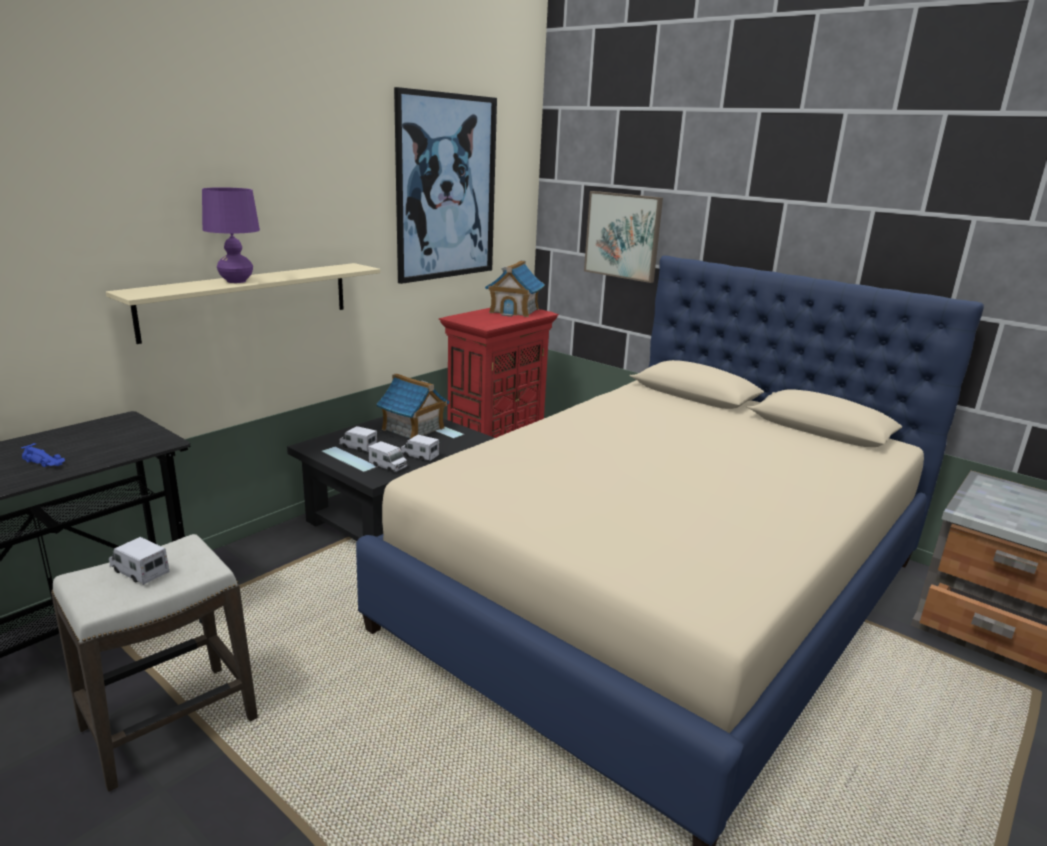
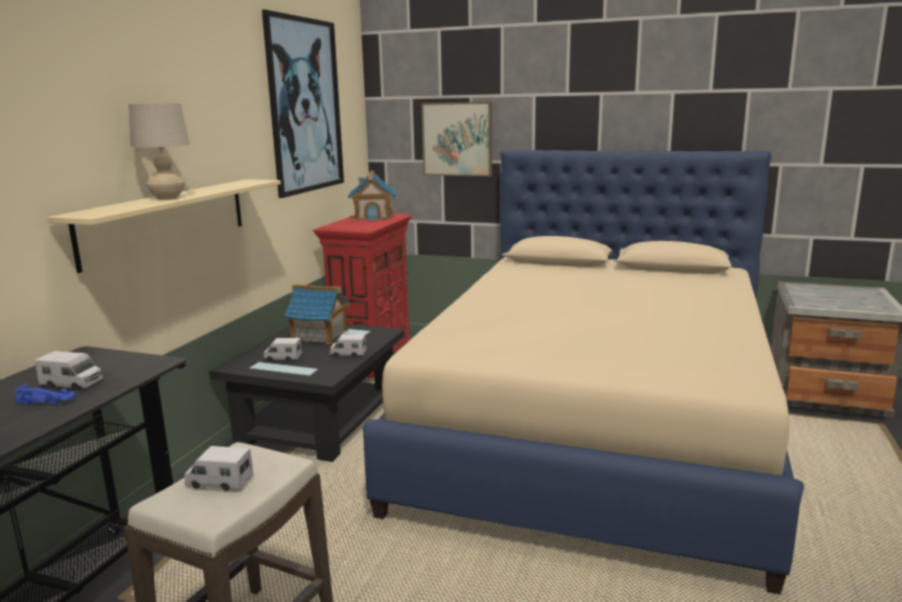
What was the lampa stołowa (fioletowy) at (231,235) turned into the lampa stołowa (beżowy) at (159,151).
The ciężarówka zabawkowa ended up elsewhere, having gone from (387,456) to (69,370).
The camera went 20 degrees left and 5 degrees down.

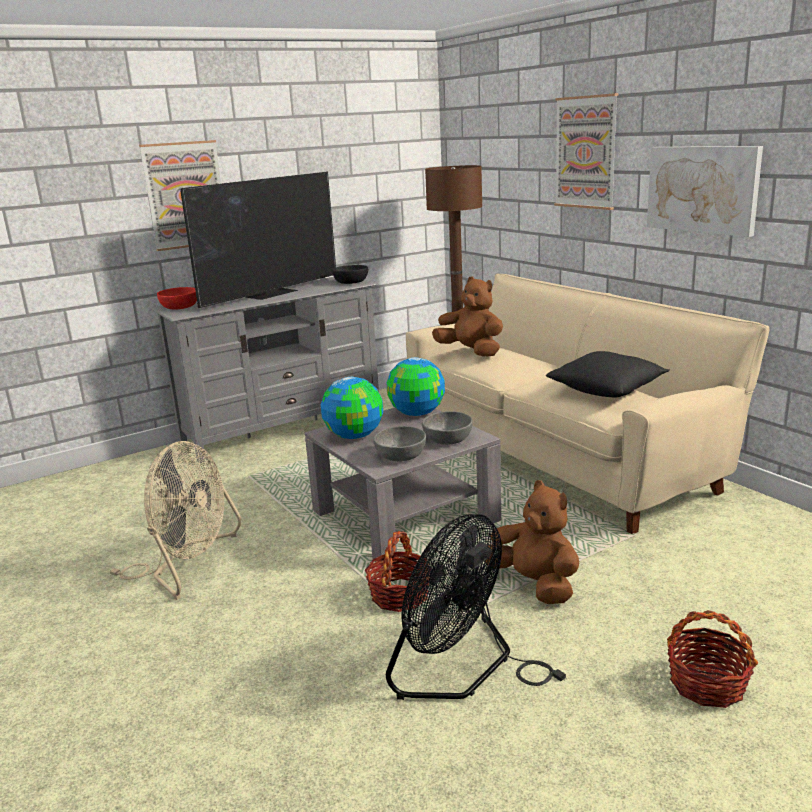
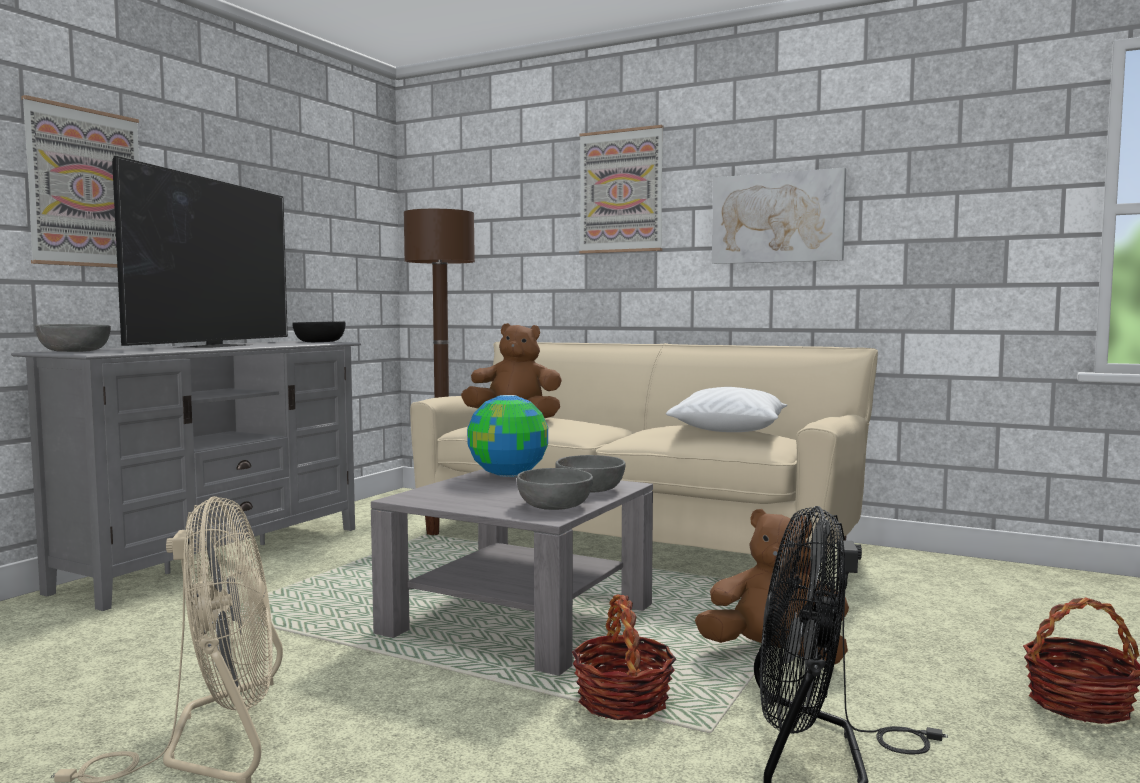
What was the miska (czerwony) at (177,298) turned into the miska (szary) at (73,338).
What was the poduszka (czarny) at (608,374) turned into the poduszka (biały) at (726,409).
The second view lost the globus at (352,408).
The camera went 30 degrees left and 15 degrees down.

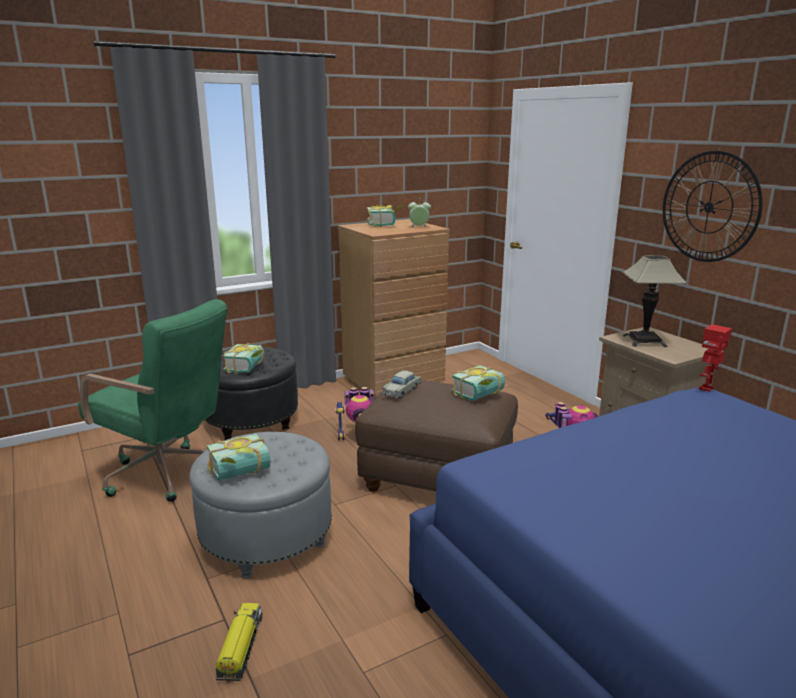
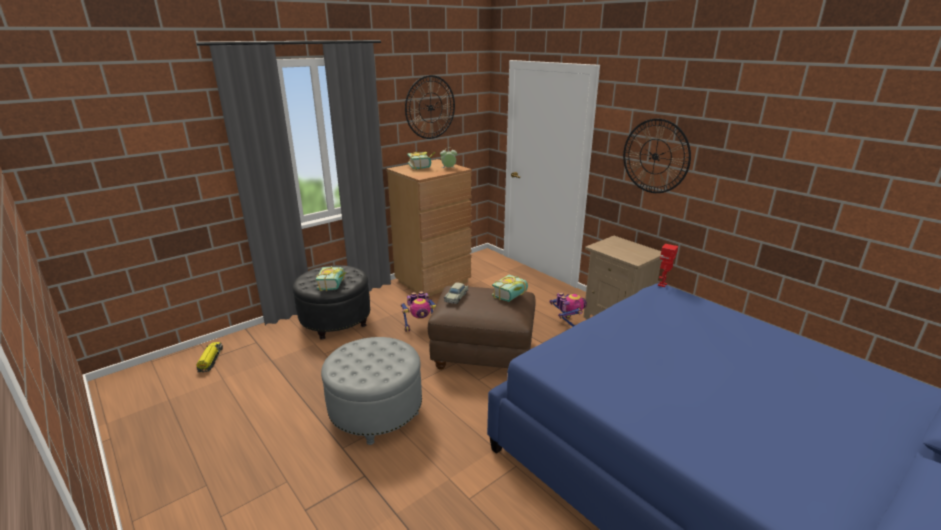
The second view lost the lampa stołowa at (654,301).
The second view lost the krzesło biurowe (zielony) at (153,400).
The second view lost the książka at (238,457).
The ciężarówka zabawkowa ended up elsewhere, having gone from (239,642) to (209,357).
The second view gained the zegar ścienny at (430,107).
The camera went 10 degrees left and 5 degrees up.

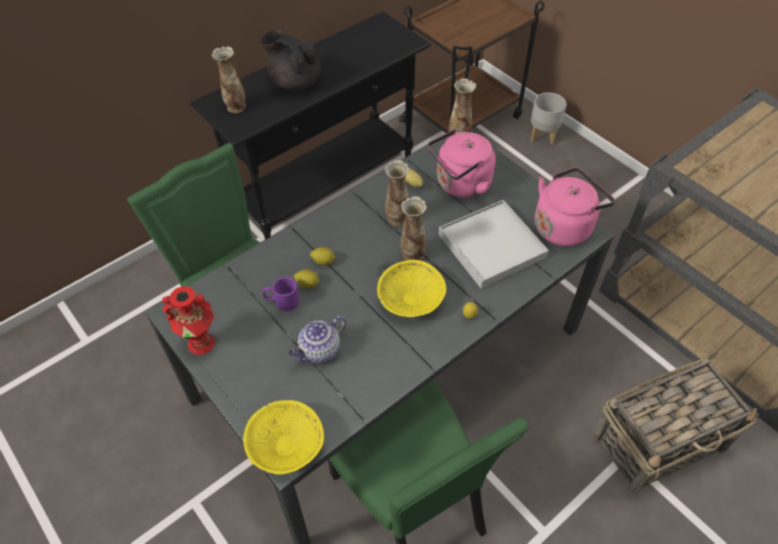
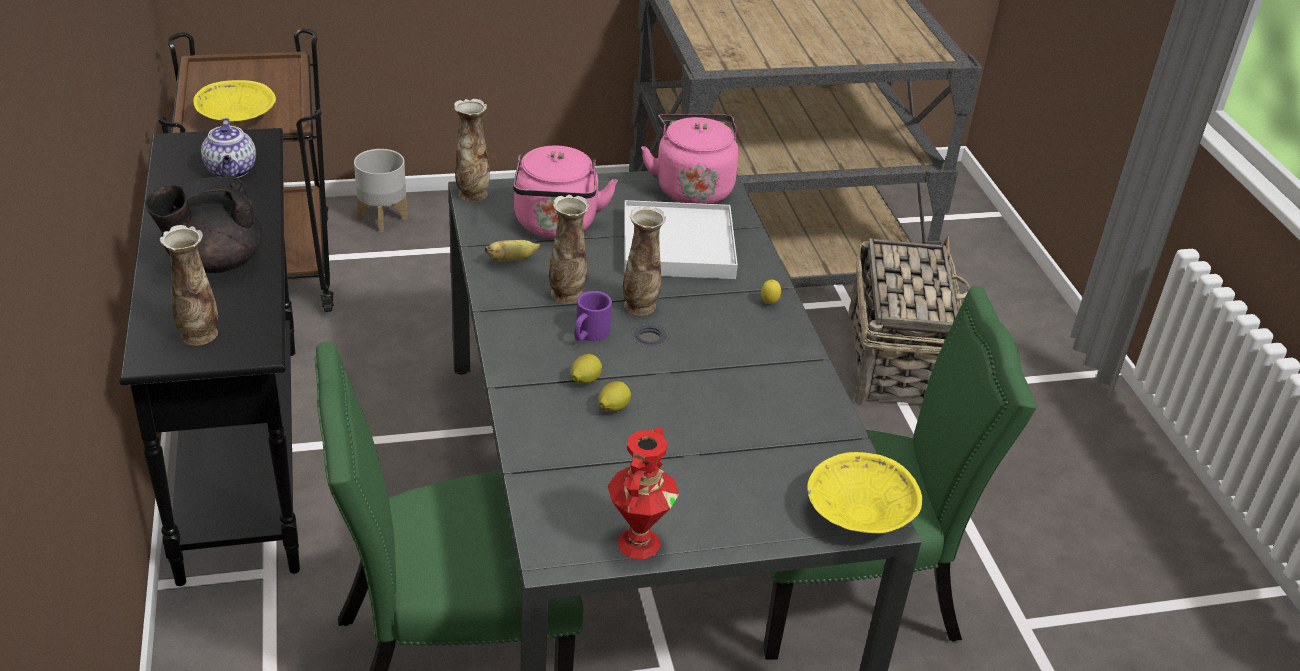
The miska (żółty) ended up elsewhere, having gone from (411,288) to (234,102).
The kubek (fioletowy) ended up elsewhere, having gone from (281,294) to (593,316).
The imbryk ended up elsewhere, having gone from (317,339) to (228,148).
The camera went 65 degrees left and 15 degrees down.

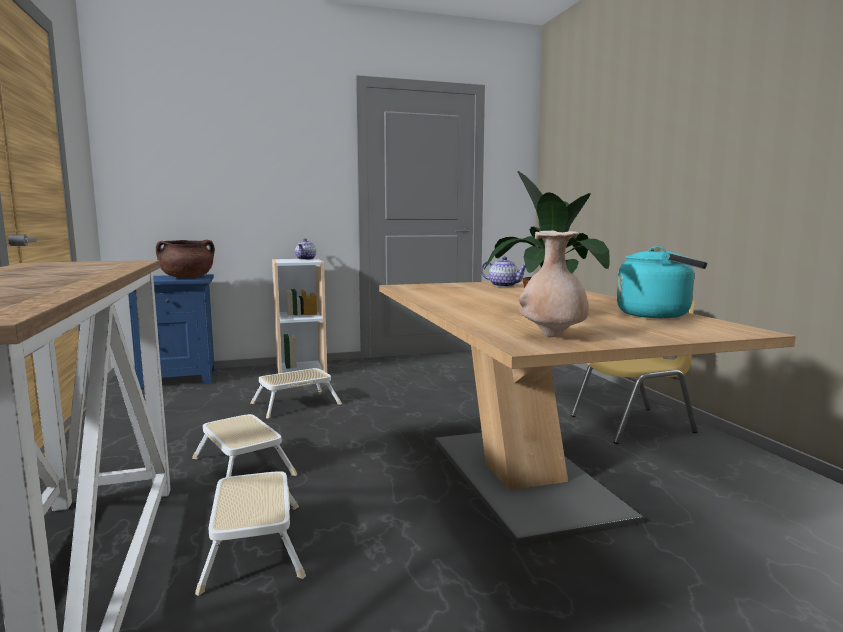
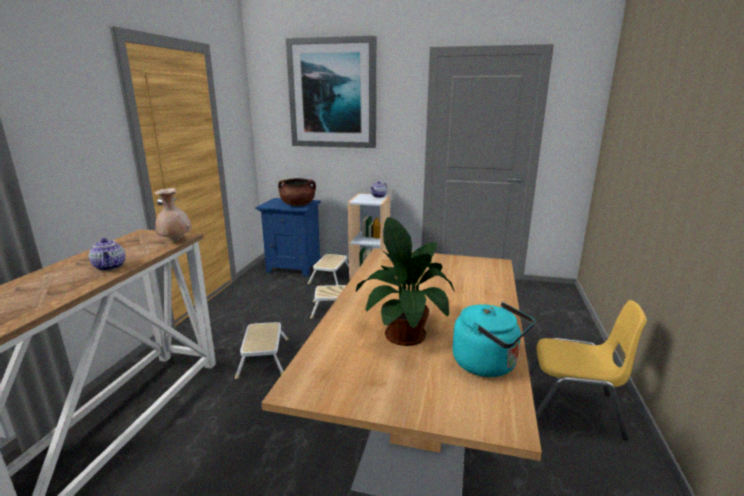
The wazon (beżowy) ended up elsewhere, having gone from (554,284) to (173,214).
The imbryk ended up elsewhere, having gone from (503,271) to (107,254).
The drabinka (beżowy) ended up elsewhere, having gone from (250,533) to (328,269).
The second view gained the obraz at (331,92).
The camera went 30 degrees right and 10 degrees up.

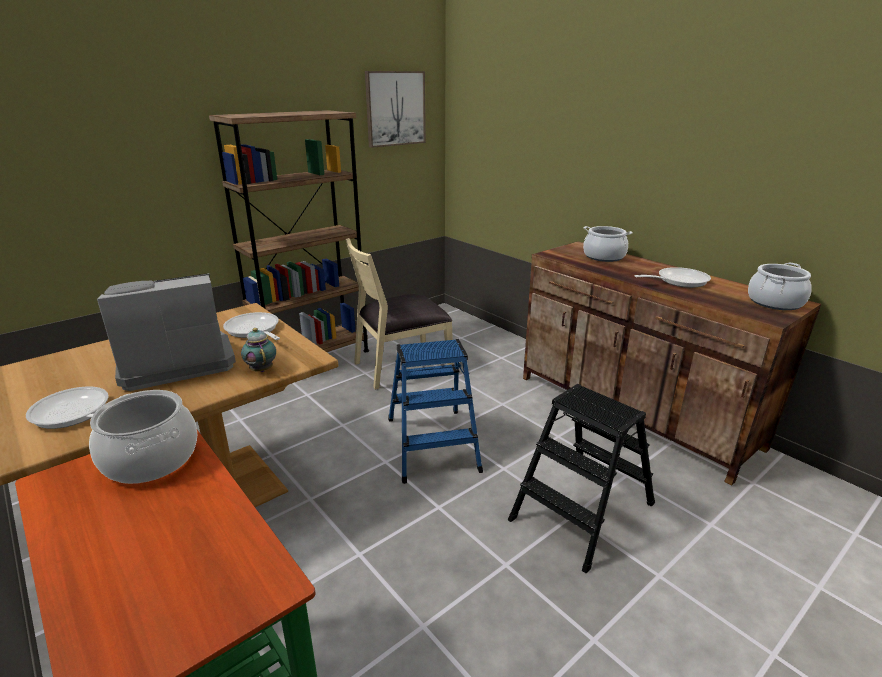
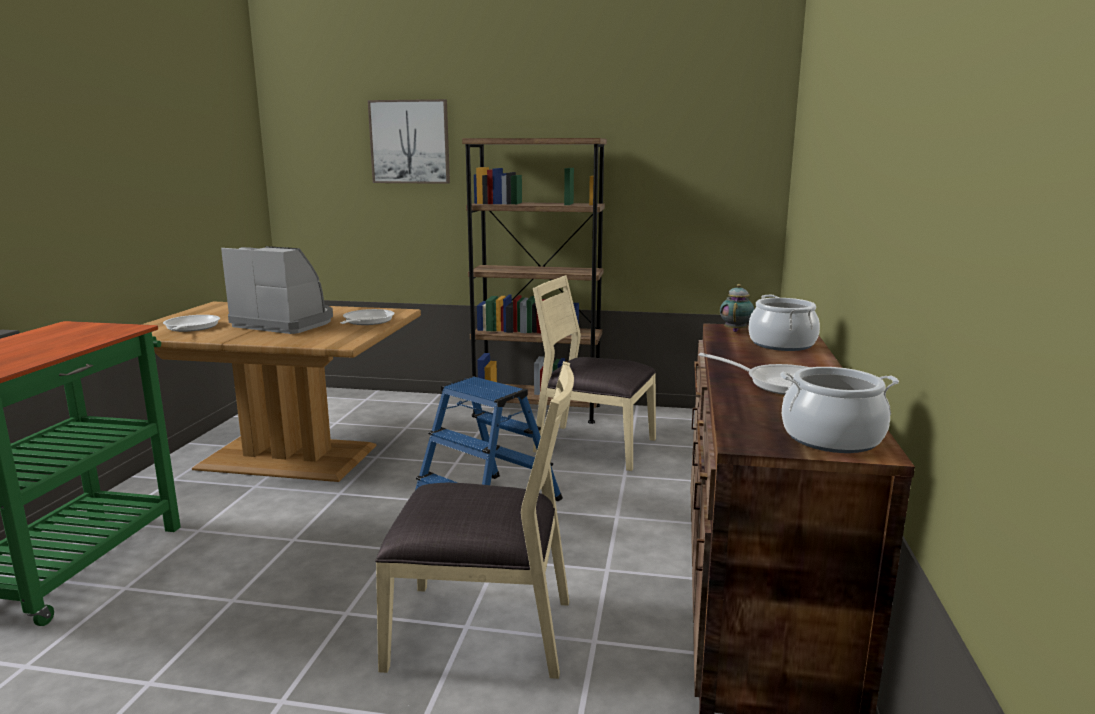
The obraz ended up elsewhere, having gone from (395,109) to (409,141).
The imbryk ended up elsewhere, having gone from (258,350) to (737,308).
Where the drabinka (czarny) stood at (581,478), the krzesło (beżowy) came to stand at (474,520).
The second view lost the garnek at (143,437).
The camera went 50 degrees right and 10 degrees down.

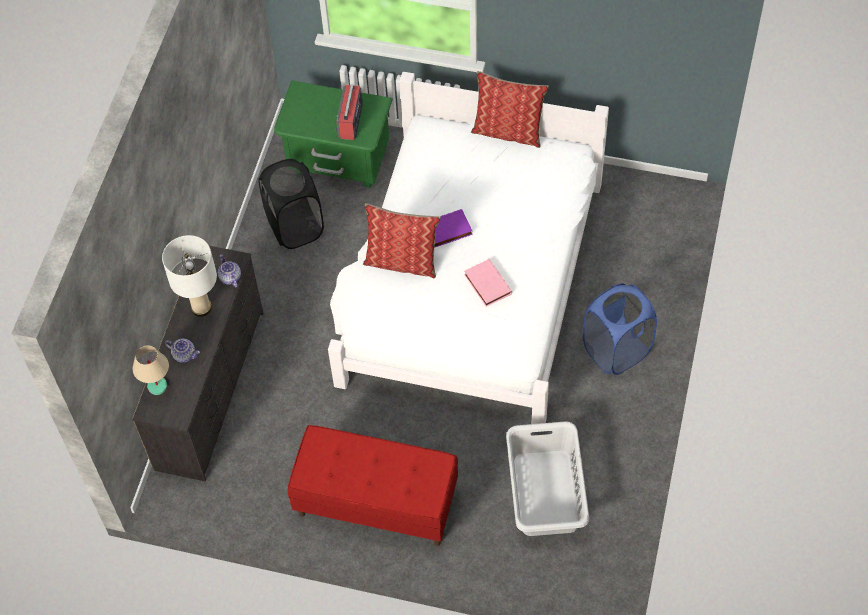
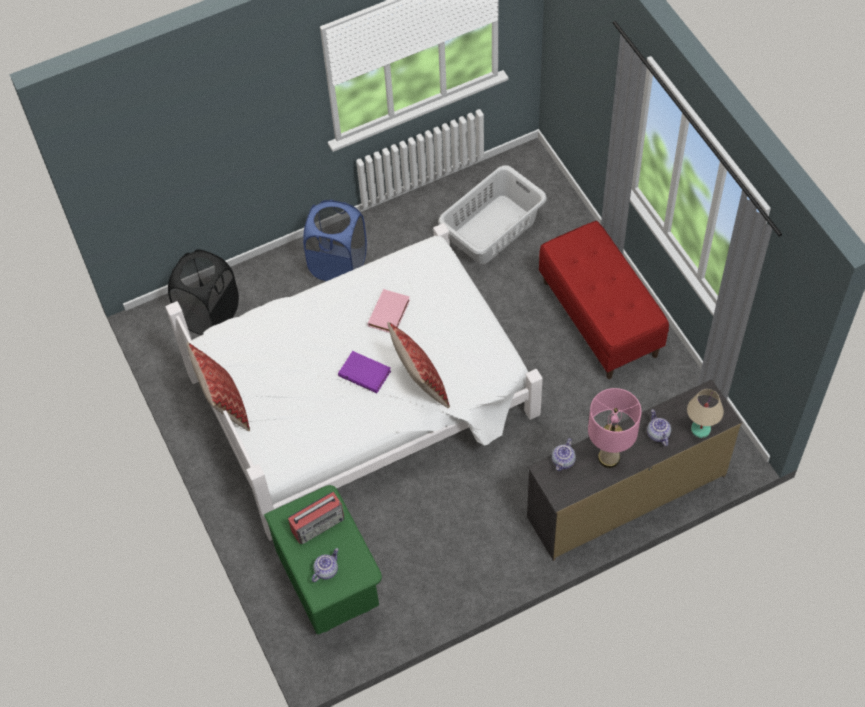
The kosz na pranie (czarny) ended up elsewhere, having gone from (291,204) to (203,292).
What was the lampa stołowa (biały) at (189,276) turned into the lampa stołowa (różowy) at (614,428).
The second view gained the imbryk at (325,565).
The camera went 130 degrees left and 0 degrees up.

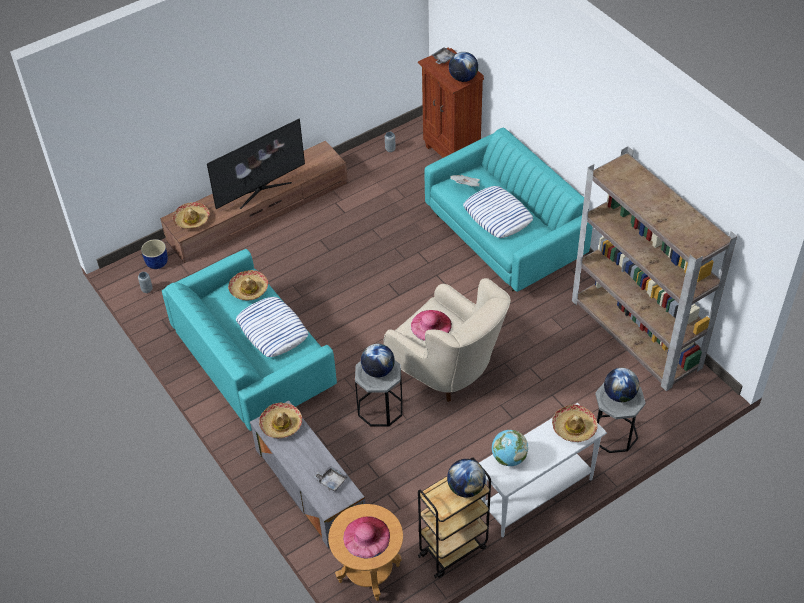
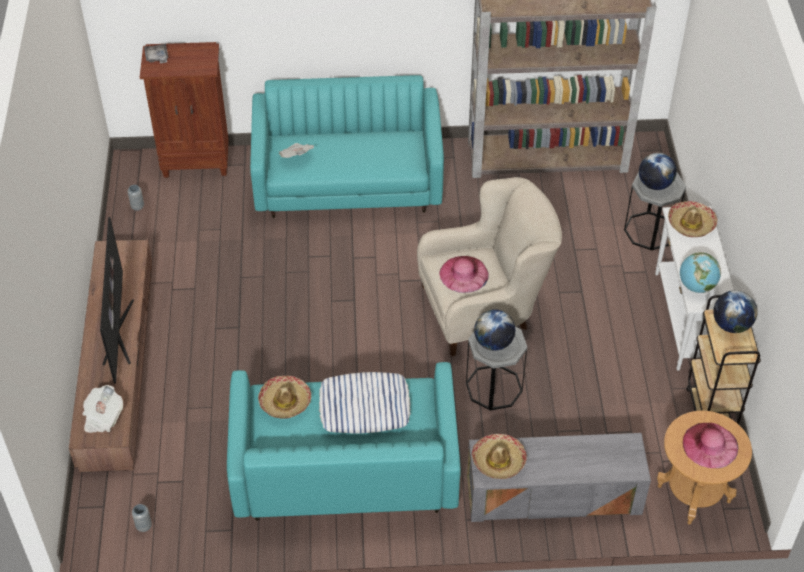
The second view lost the globus at (463,67).
The second view lost the poduszka at (498,212).
Where the kapelusz stood at (191,215), the gazeta came to stand at (102,409).
The second view lost the donica (niebieski) at (154,254).
The second view lost the taca (szary) at (330,479).
The camera went 60 degrees left and 0 degrees up.

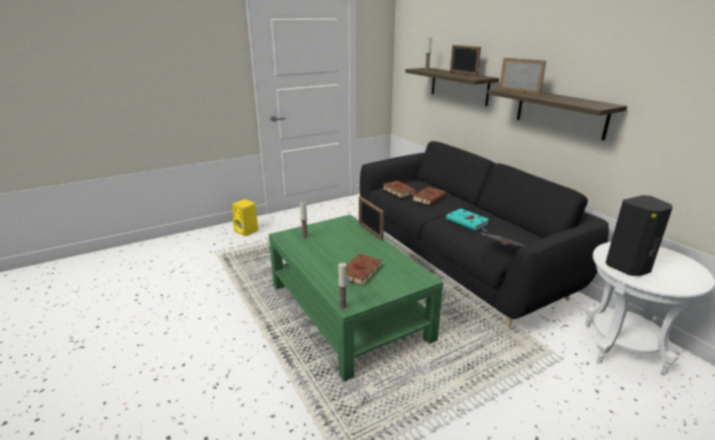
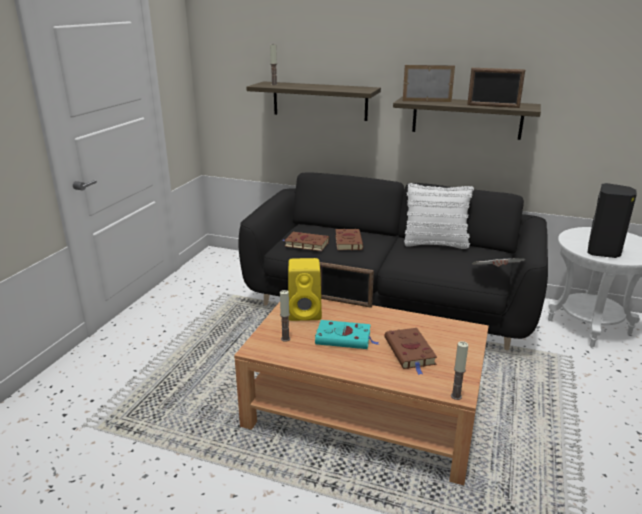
The ramka na zdjęcie ended up elsewhere, having gone from (465,60) to (496,88).
The głośnik (żółty) ended up elsewhere, having gone from (245,217) to (305,289).
The książka (turkusowy) ended up elsewhere, having gone from (468,220) to (347,334).
What was the ława (zielony) at (356,298) turned into the ława (brązowy) at (361,392).
The second view gained the poduszka (biały) at (439,216).
The camera went 40 degrees left and 0 degrees up.

